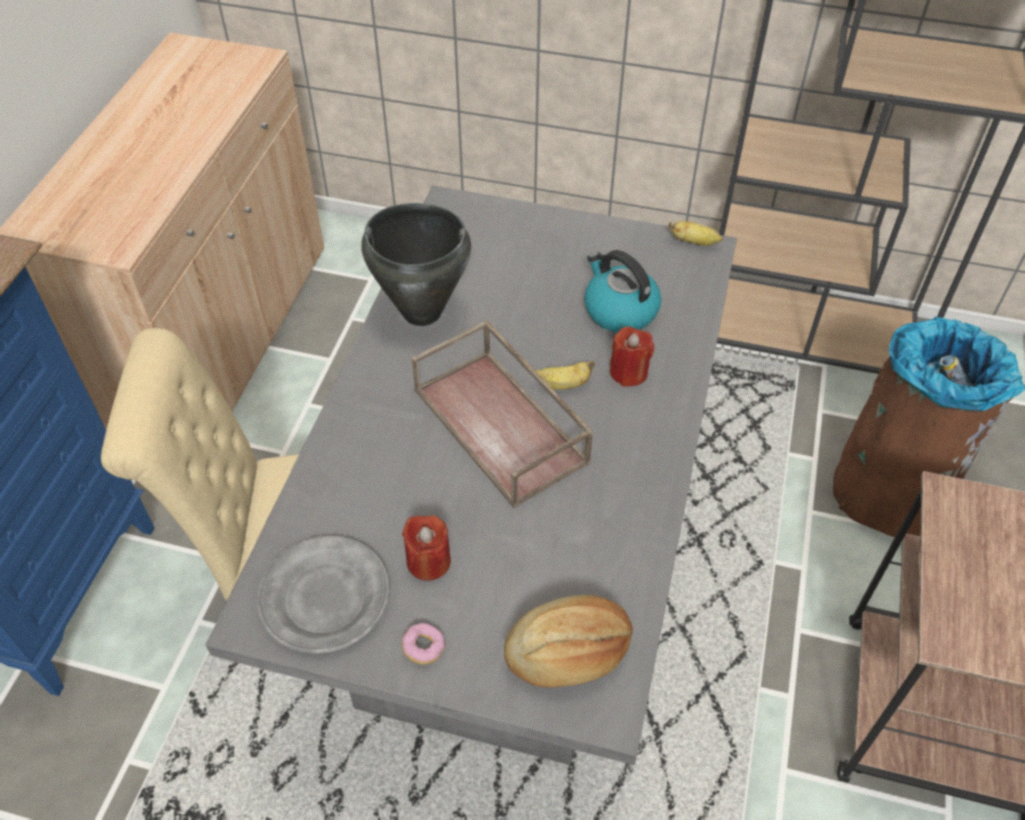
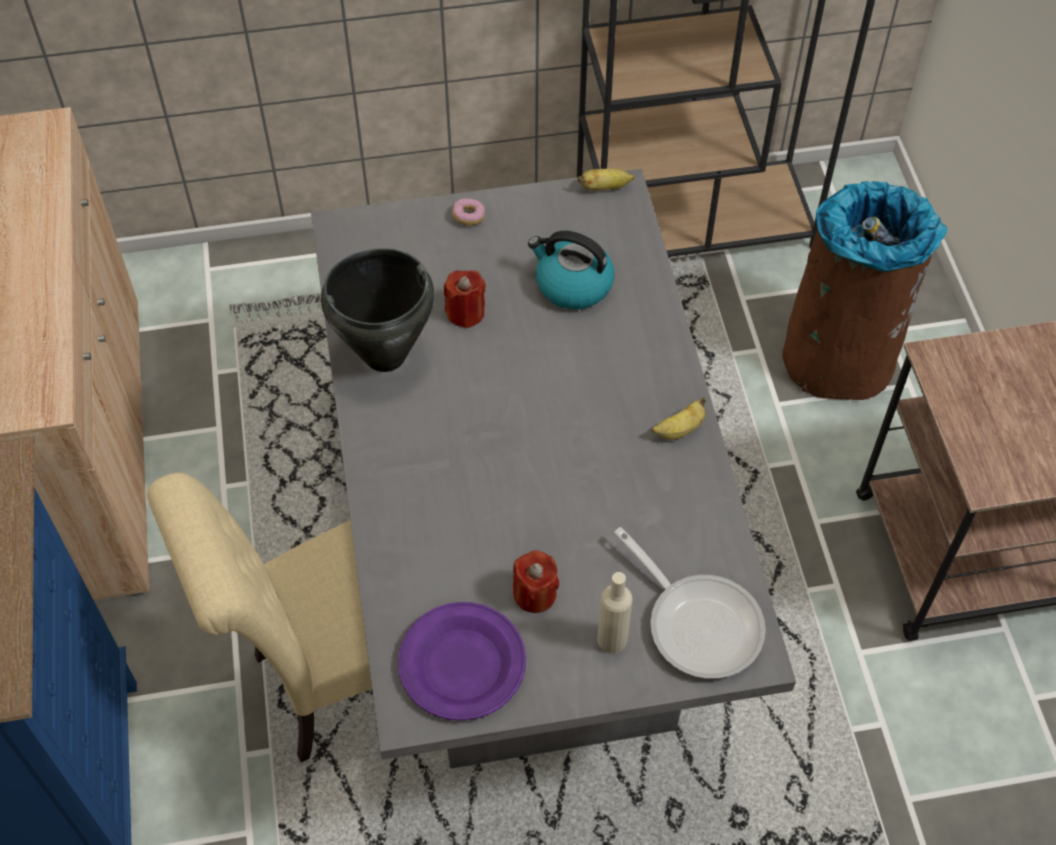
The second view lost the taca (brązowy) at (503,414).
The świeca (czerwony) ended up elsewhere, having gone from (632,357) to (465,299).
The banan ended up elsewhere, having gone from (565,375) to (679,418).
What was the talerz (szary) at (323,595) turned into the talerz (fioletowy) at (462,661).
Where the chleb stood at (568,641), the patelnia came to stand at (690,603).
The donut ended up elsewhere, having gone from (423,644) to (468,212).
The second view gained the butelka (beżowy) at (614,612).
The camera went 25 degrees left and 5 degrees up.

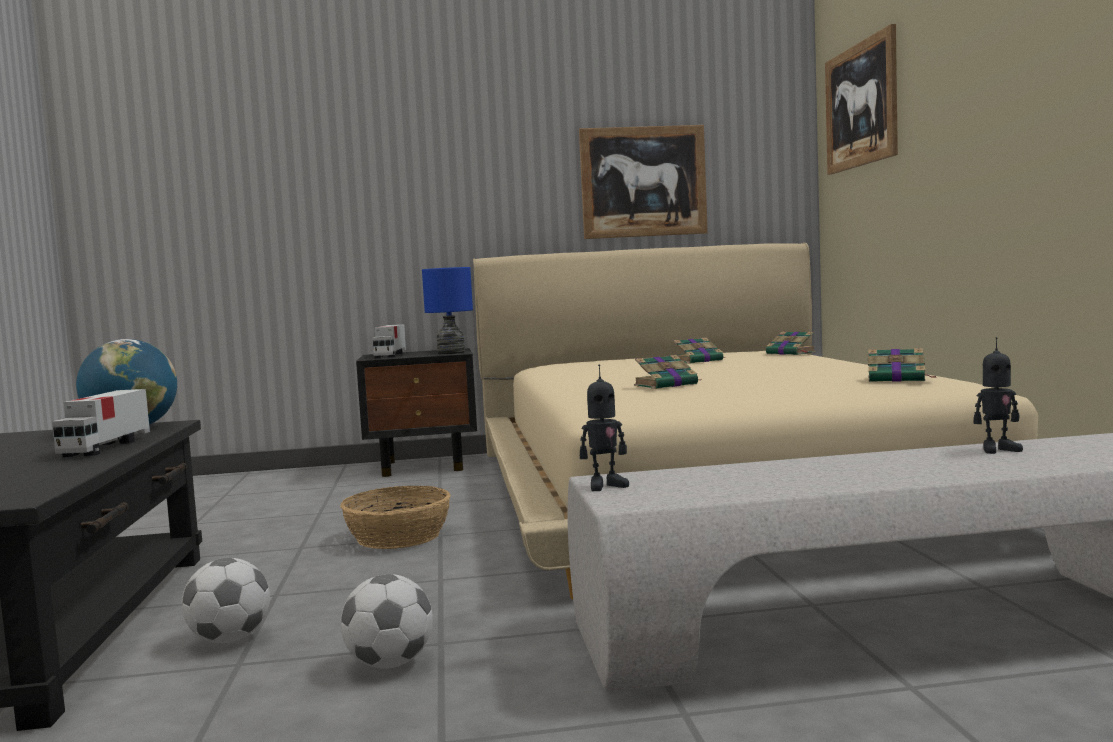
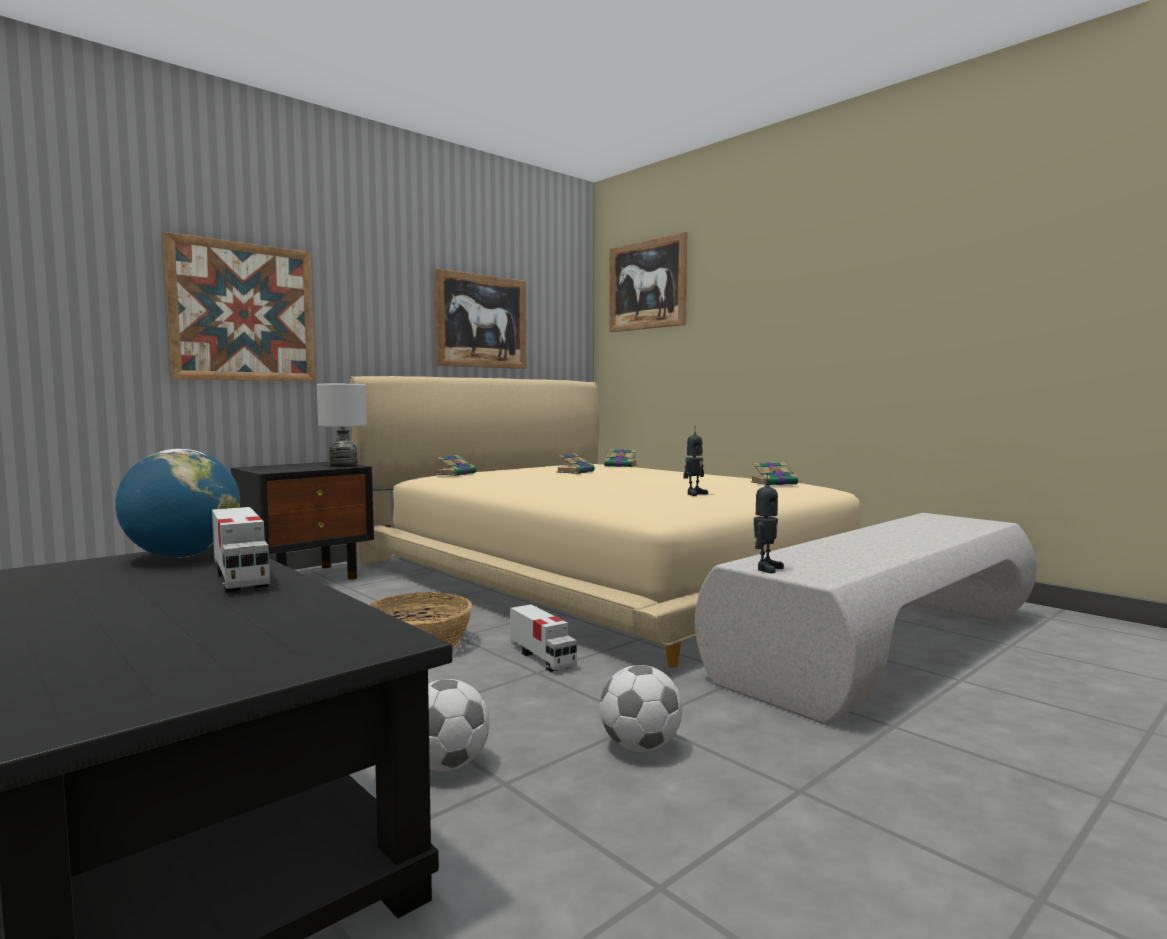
What was the lampa stołowa (niebieski) at (447,310) turned into the lampa stołowa (szary) at (342,425).
The ciężarówka zabawkowa ended up elsewhere, having gone from (389,341) to (543,638).
The robot zabawkowy ended up elsewhere, having gone from (998,395) to (695,461).
The książka ended up elsewhere, having gone from (666,372) to (455,465).
The second view gained the obraz at (238,307).
The camera went 35 degrees left and 0 degrees up.

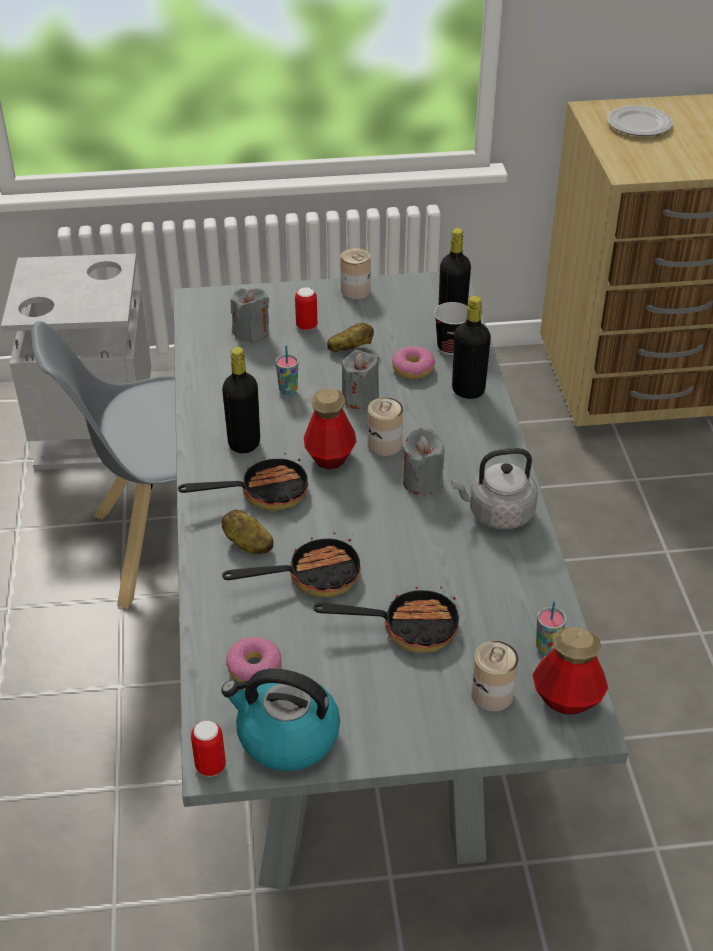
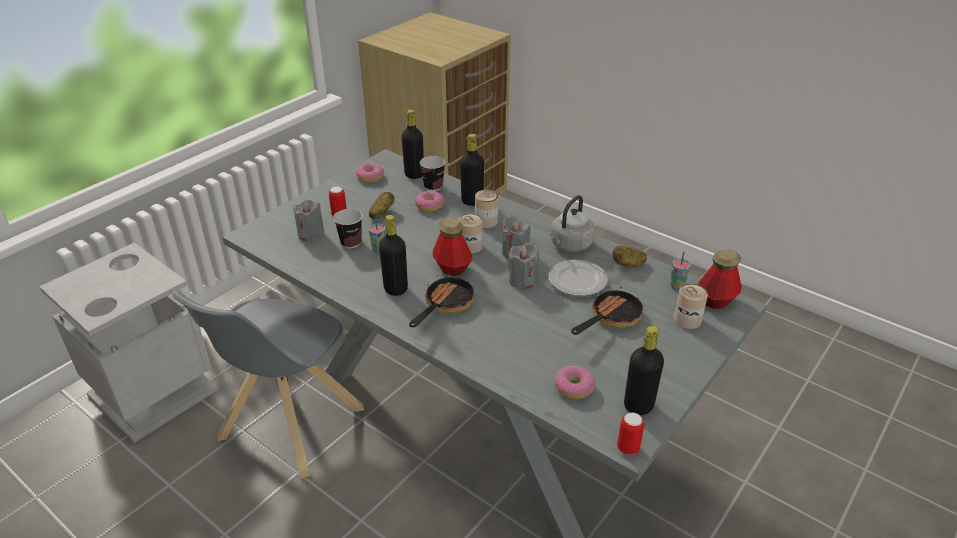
The talerz ended up elsewhere, having gone from (640,120) to (578,278).
The puszka ended up elsewhere, having gone from (355,273) to (486,209).
The świeca (szary) ended up elsewhere, having gone from (360,379) to (523,266).
The ziemniak ended up elsewhere, having gone from (247,532) to (629,256).
The second view lost the patelnia at (291,564).
Where the czajnik stood at (280,719), the butelka (czarny) came to stand at (644,370).
The second view gained the donut at (370,172).
The second view gained the filiżanka at (348,229).
The camera went 45 degrees left and 5 degrees down.

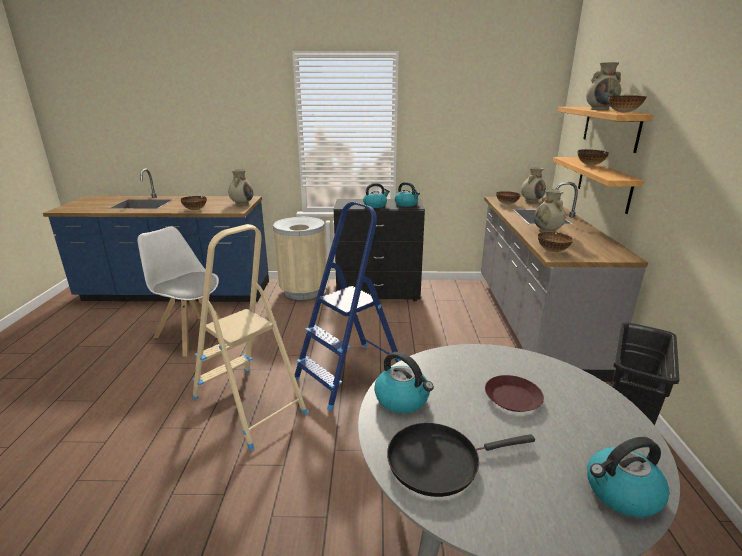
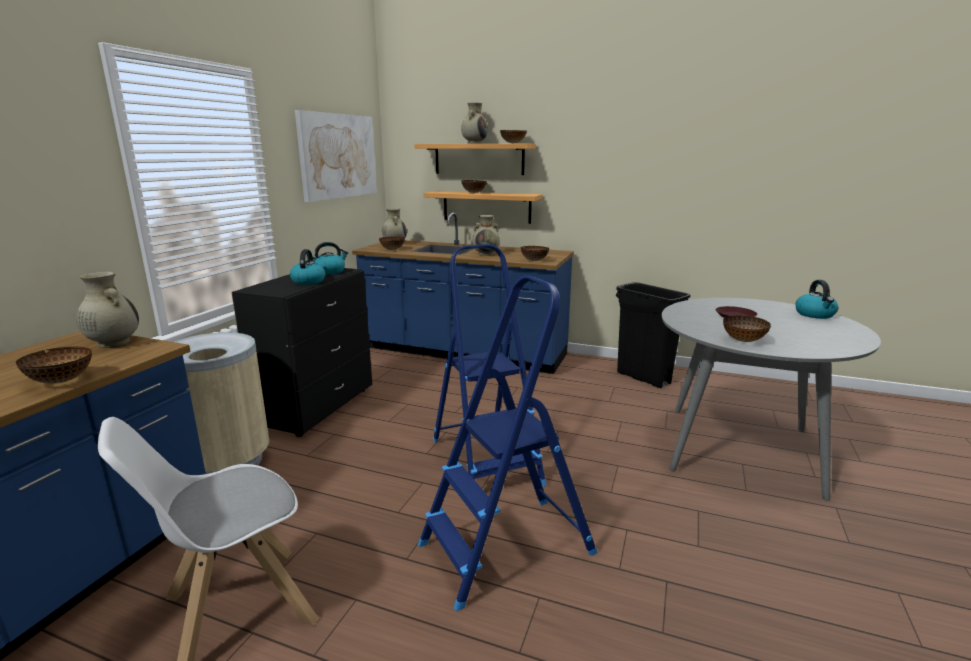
What was the zabudowa kuchenna (szary) at (564,282) turned into the zabudowa kuchenna (niebieski) at (463,293).
What was the drabinka (beżowy) at (250,337) turned into the drabinka (niebieski) at (508,443).
Where the czajnik stood at (404,382), the miska came to stand at (747,328).
The second view lost the patelnia (czarny) at (461,460).
The second view gained the obraz at (336,156).
The camera went 70 degrees left and 5 degrees down.

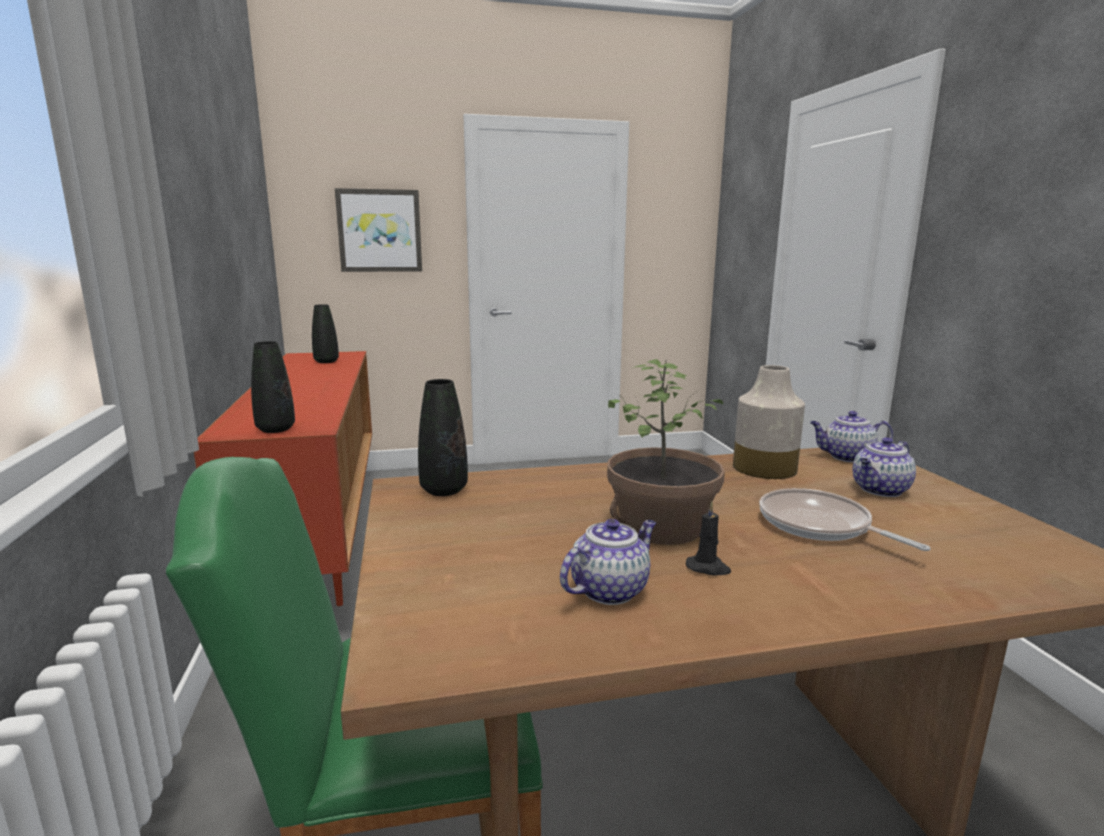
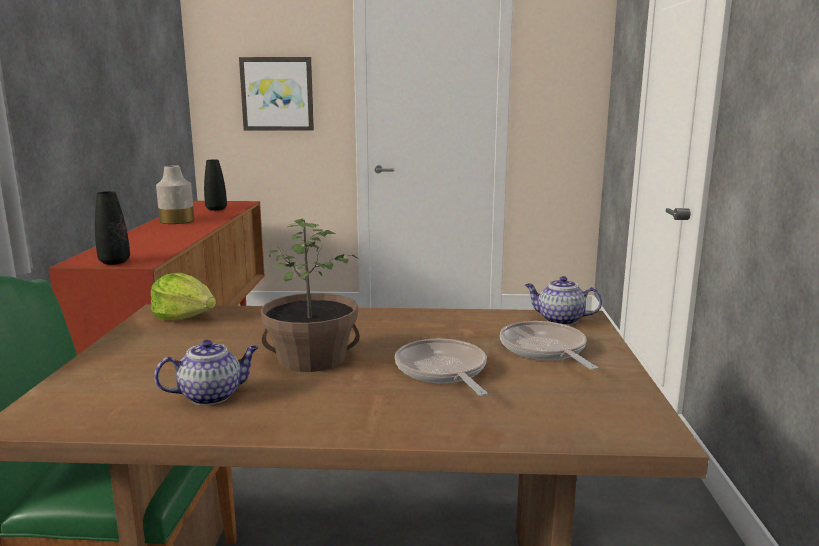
The wazon (beżowy) ended up elsewhere, having gone from (769,422) to (175,194).
Where the wazon (czarny) stood at (443,437), the sałata came to stand at (183,296).
Where the imbryk stood at (884,467), the patelnia came to stand at (549,345).
The second view lost the świeca (czarny) at (708,538).
The camera went 15 degrees right and 0 degrees up.

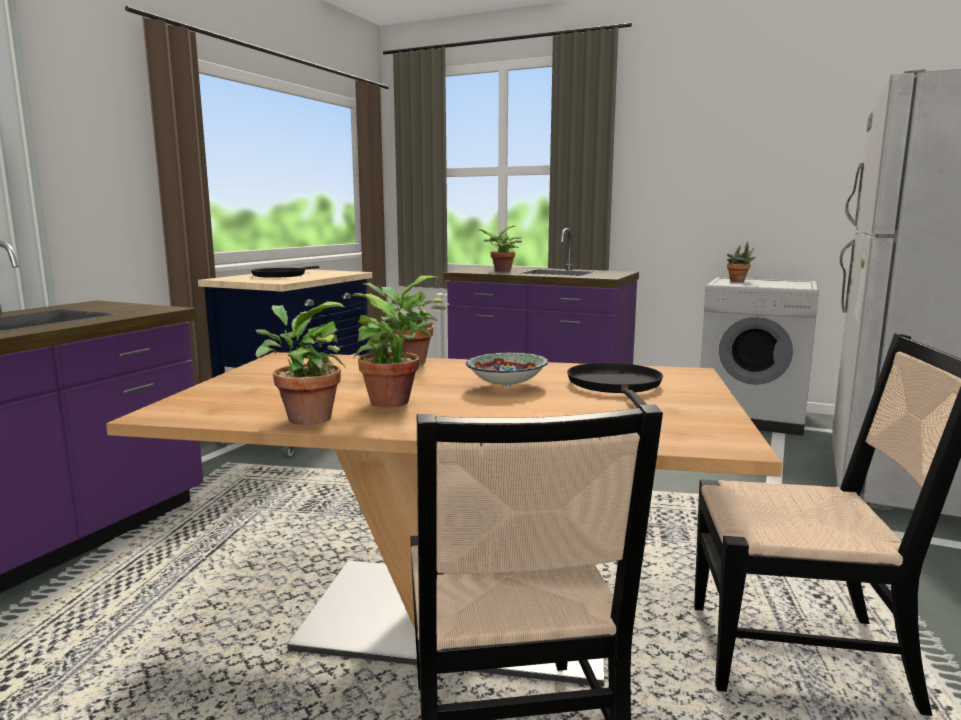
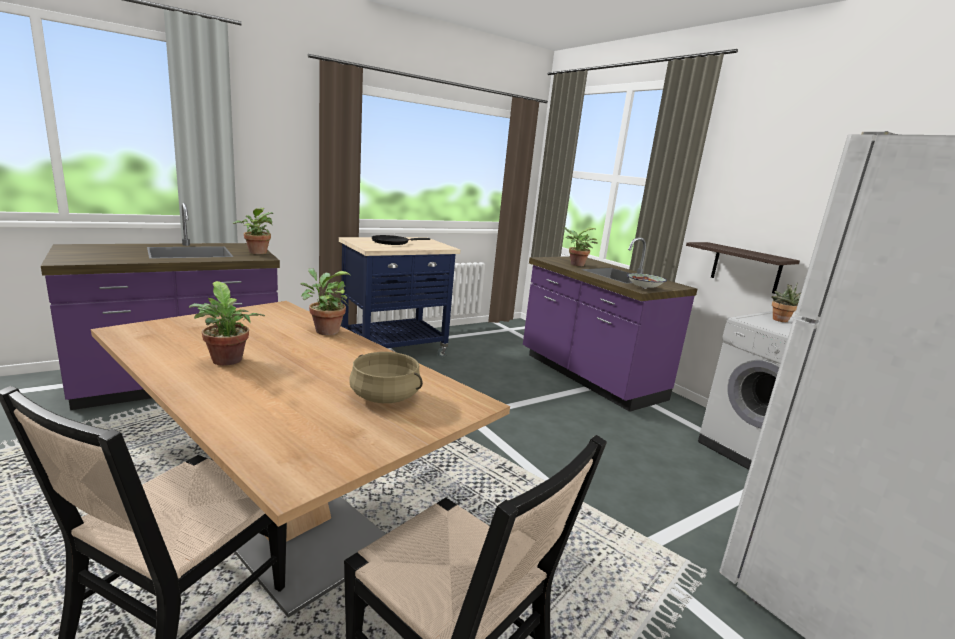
The roślina doniczkowa ended up elsewhere, having gone from (300,363) to (253,231).
The miska ended up elsewhere, having gone from (507,369) to (647,281).
Where the patelnia (czarny) stood at (615,385), the garnek (beżowy) came to stand at (386,377).
The second view gained the półka at (743,268).
The camera went 30 degrees right and 5 degrees up.

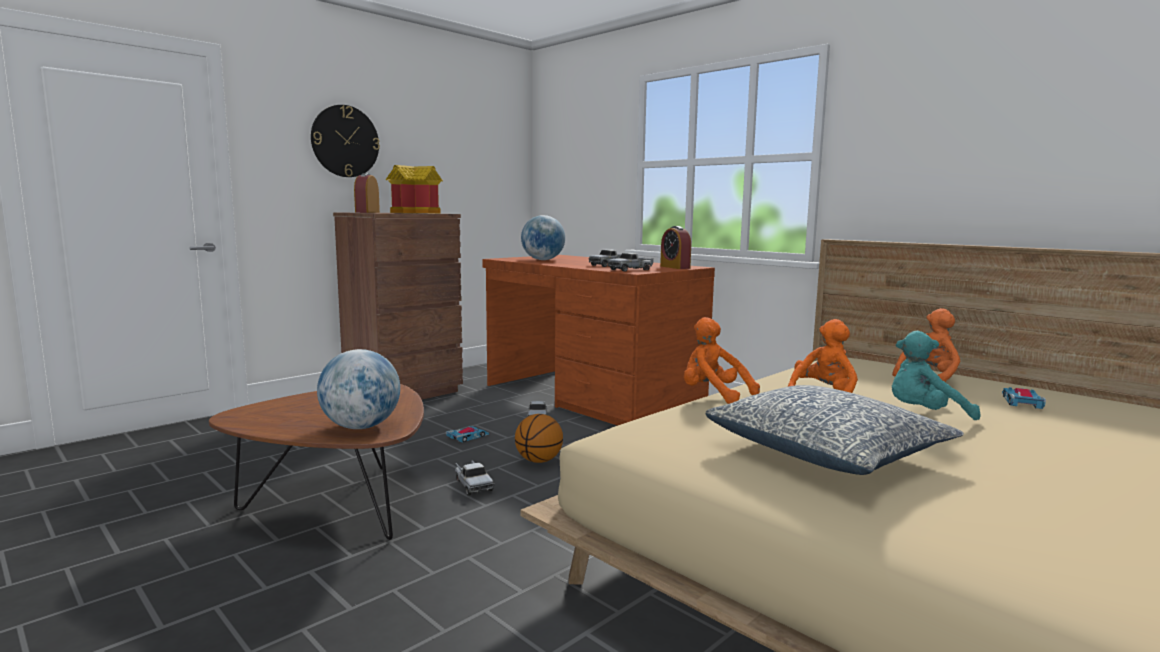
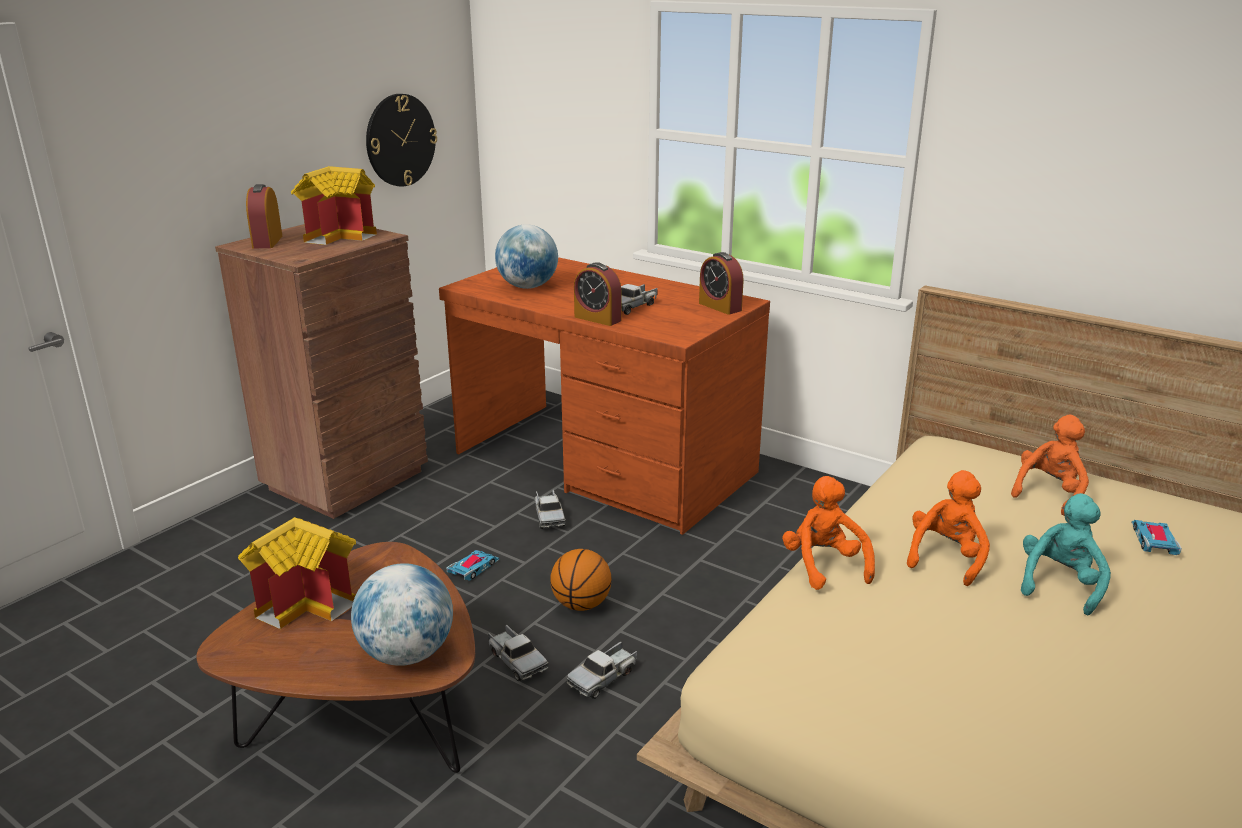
The zegar ścienny ended up elsewhere, having gone from (345,141) to (401,140).
The ciężarówka zabawkowa ended up elsewhere, having gone from (630,262) to (601,670).
The pluszak (pomarańczowy) at (722,360) ended up facing another way, 45 degrees clockwise from before.
The pluszak (turkusowy) at (936,375) ended up facing another way, 135 degrees clockwise from before.
The second view lost the poduszka at (834,430).
The second view gained the budzik at (597,294).
The second view gained the domek at (297,573).
The camera went 10 degrees left and 15 degrees up.

